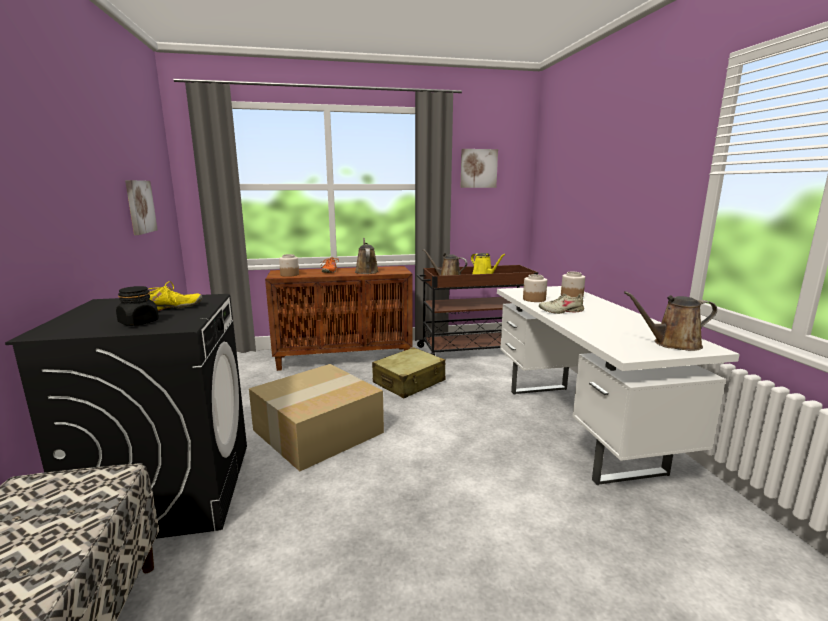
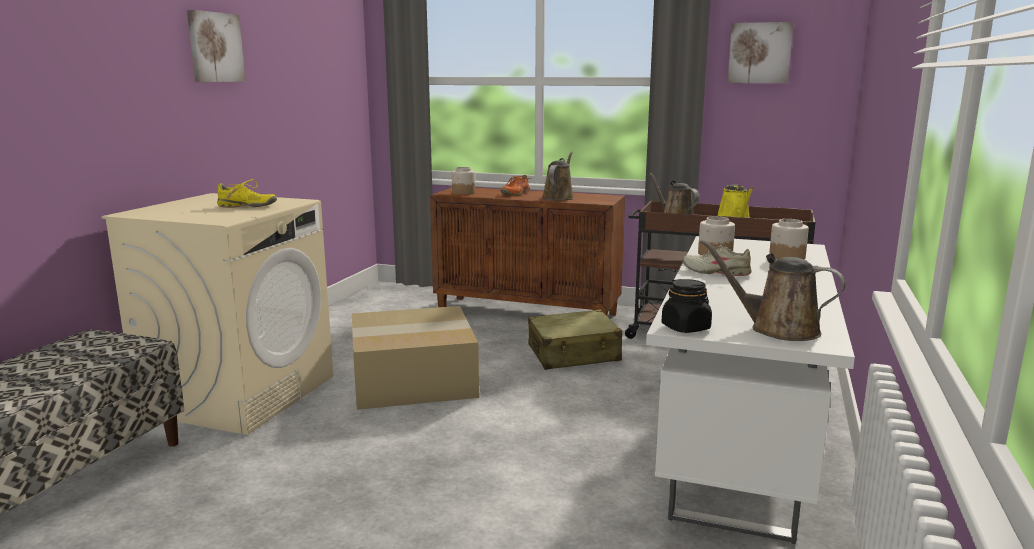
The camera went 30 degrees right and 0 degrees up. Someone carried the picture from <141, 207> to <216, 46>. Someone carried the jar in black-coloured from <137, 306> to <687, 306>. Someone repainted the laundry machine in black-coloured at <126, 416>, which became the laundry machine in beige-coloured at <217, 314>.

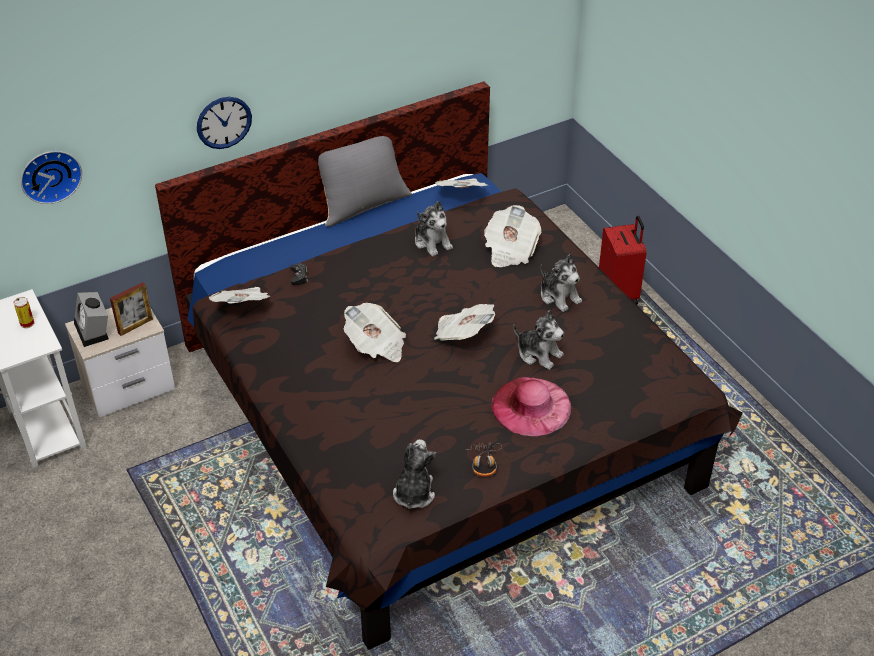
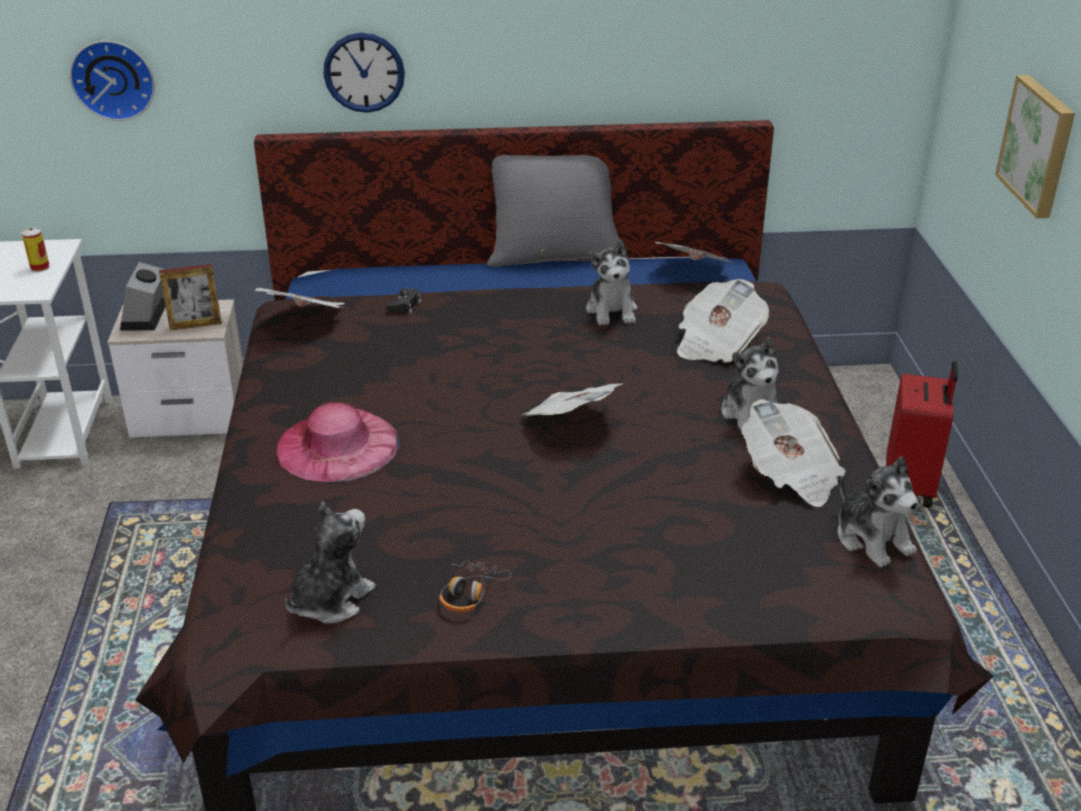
The camera went 25 degrees right and 10 degrees down. Someone carried the printed paper from <375, 332> to <794, 453>. Someone carried the plush toy from <538, 340> to <878, 512>. Someone carried the clothing hat in pink from <531, 406> to <338, 442>. Someone put up the picture at <1035, 146>.

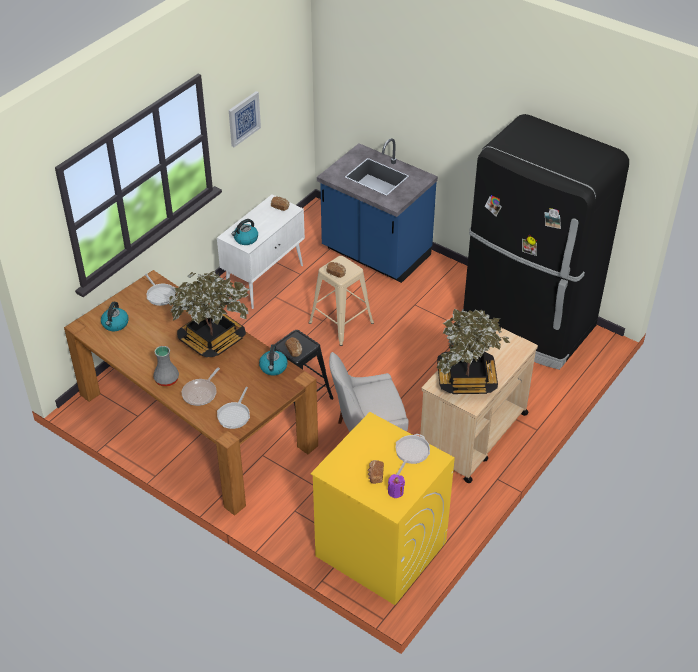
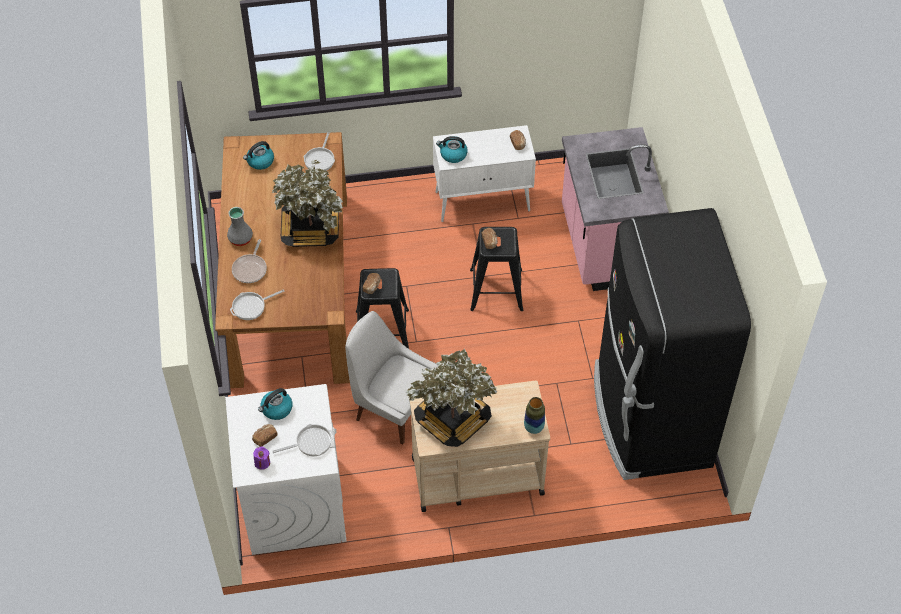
The camera went 45 degrees right and 10 degrees up. Someone took away the picture at <245, 119>. Someone repainted the kitchen base unit in bluish at <377, 210>, which became the kitchen base unit in pink at <615, 209>. Someone repainted the stool seat in beige-coloured at <341, 301>, which became the stool seat in black-coloured at <496, 269>. Someone carried the kettle from <273, 360> to <275, 404>. Someone rotated the skillet at <201, 387> by 60 degrees counterclockwise. Someone repainted the laundry machine in yellow-coloured at <382, 508>, which became the laundry machine in whitish at <285, 469>. Someone put down the flower vase at <534, 415>.

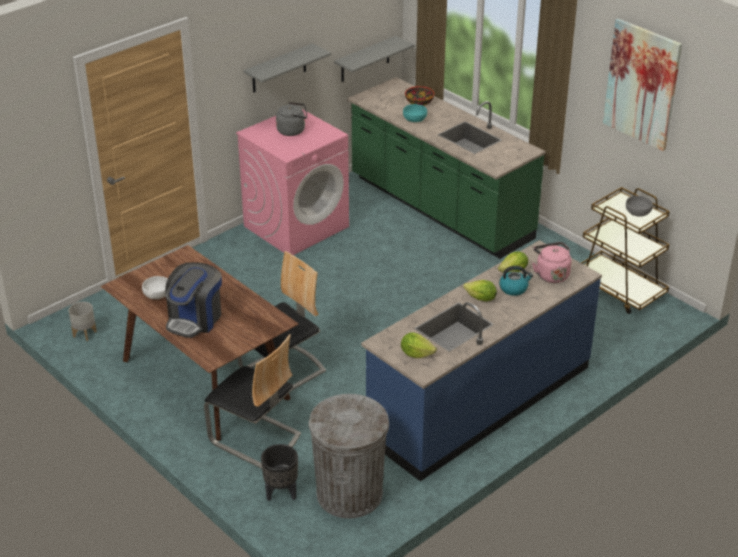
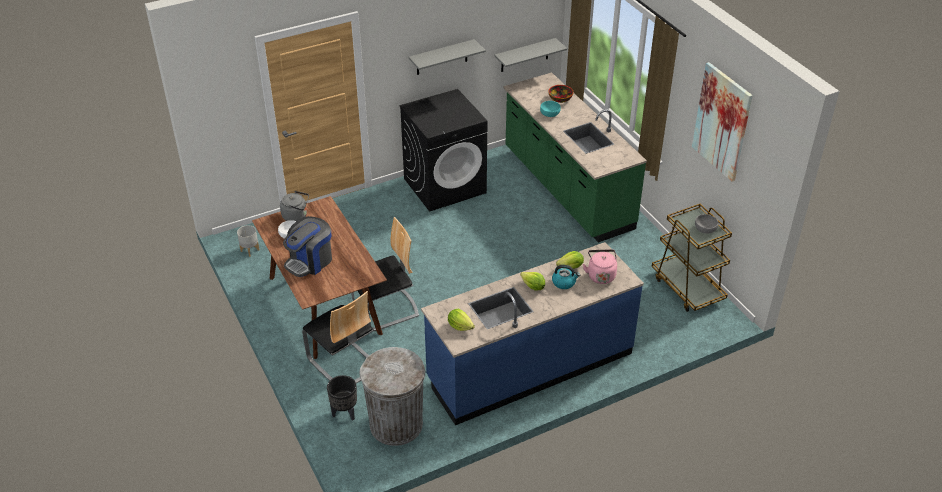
The camera went 15 degrees right and 5 degrees up. Someone carried the kettle in grey from <291, 119> to <294, 206>. Someone repainted the laundry machine in pink at <292, 182>, which became the laundry machine in black-coloured at <443, 150>.

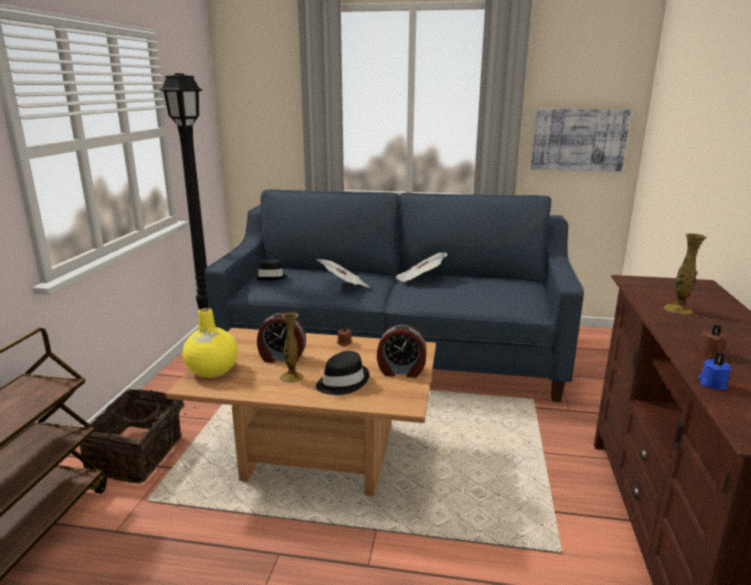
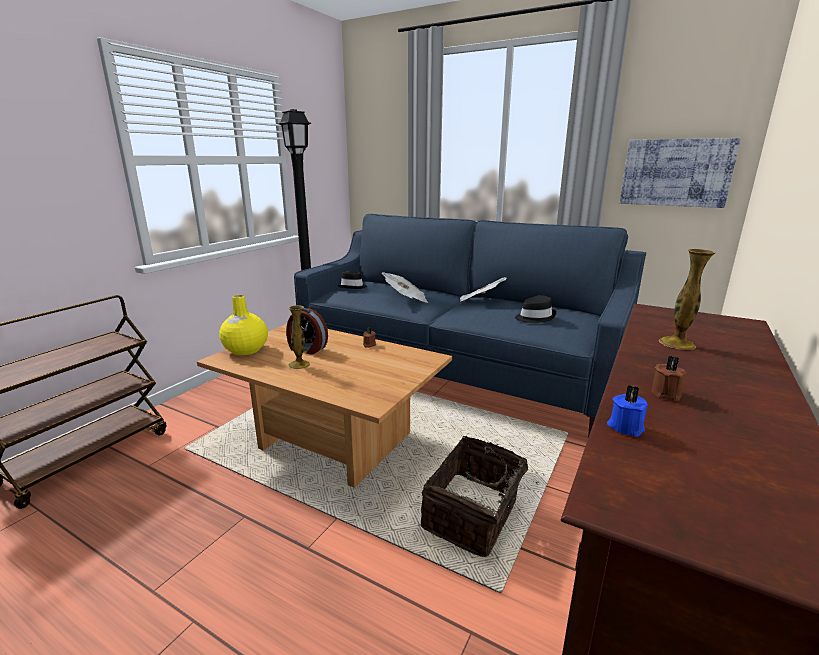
The camera went 20 degrees right and 0 degrees up. Someone took away the alarm clock at <401, 351>. Someone carried the clothing hat in black-coloured from <342, 373> to <535, 309>. Someone carried the basket from <137, 436> to <482, 496>.

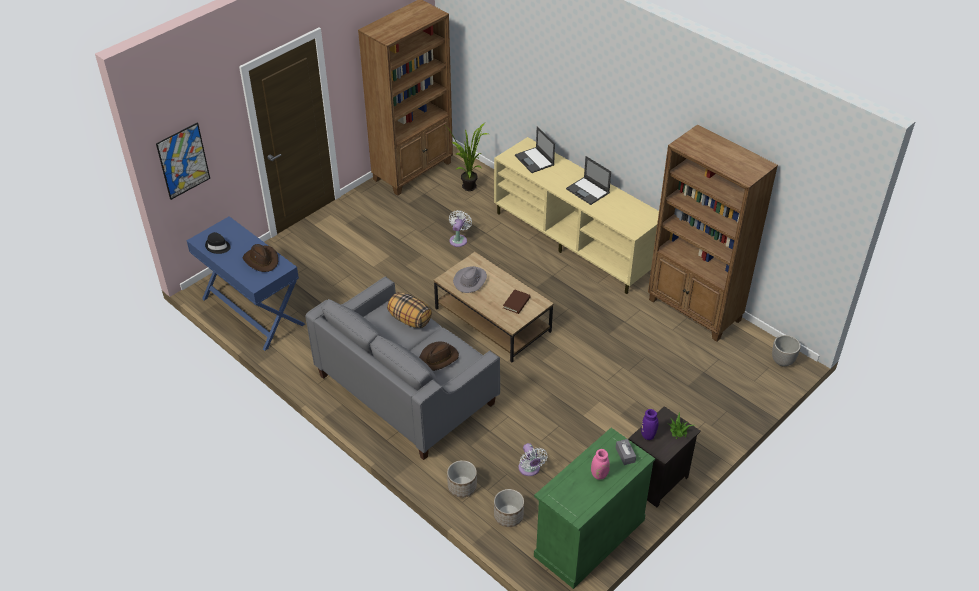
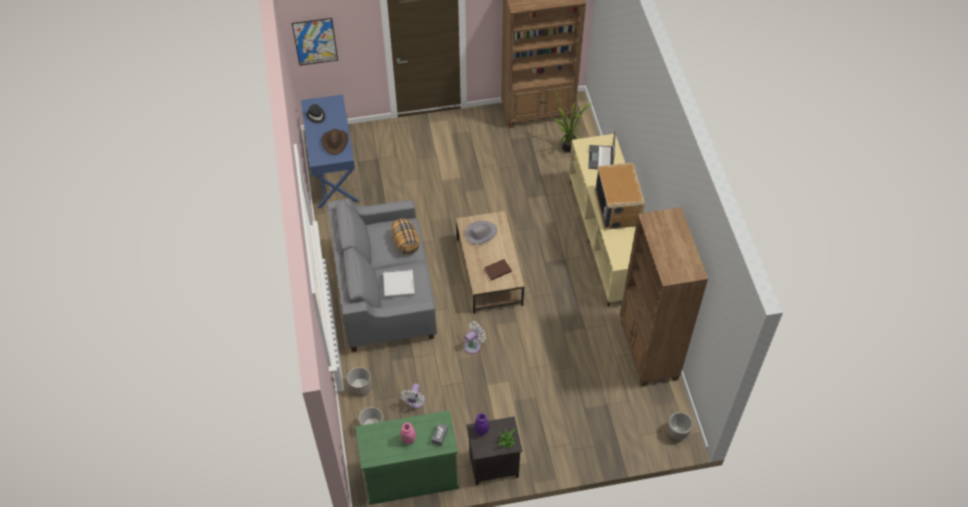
The camera went 35 degrees right and 10 degrees up. Someone swapped the portable computer at <588, 180> for the television at <619, 196>. Someone carried the electric fan in whitish from <460, 228> to <475, 337>. Someone swapped the clothing hat in brown at <439, 356> for the serving tray in whitish at <399, 283>.

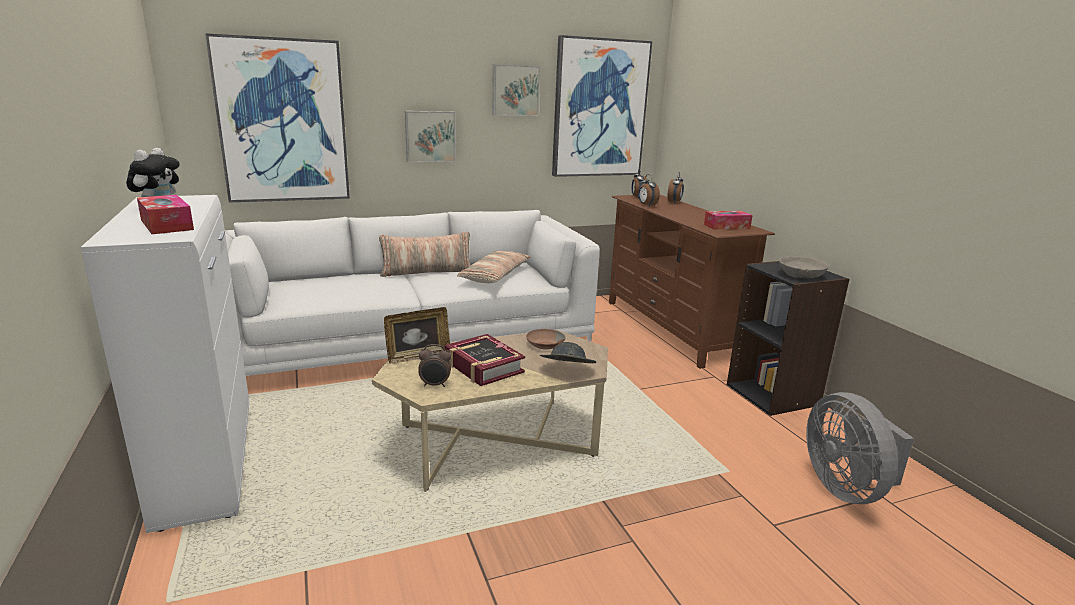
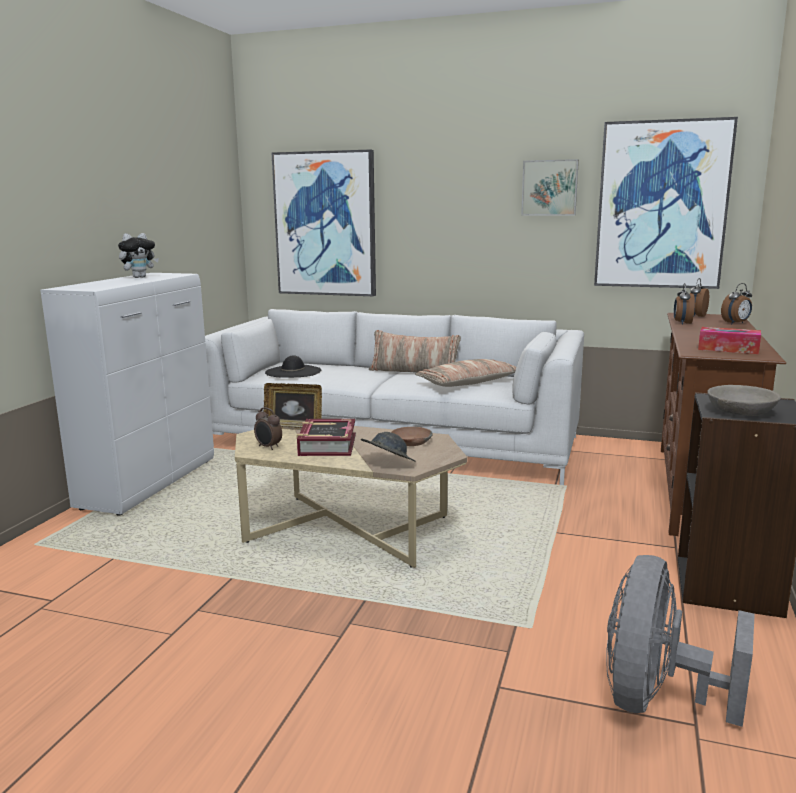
The camera went 40 degrees right and 5 degrees down. Someone took away the picture at <430, 136>. Someone took away the box of tissues at <165, 214>. Someone put down the clothing hat in black-coloured at <293, 366>.

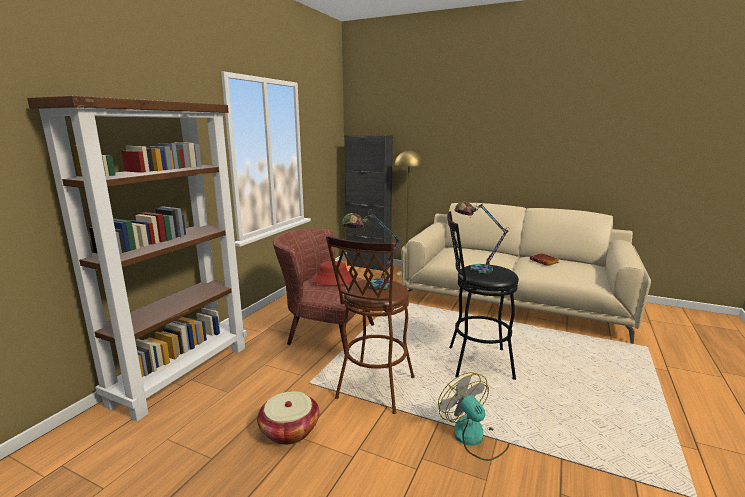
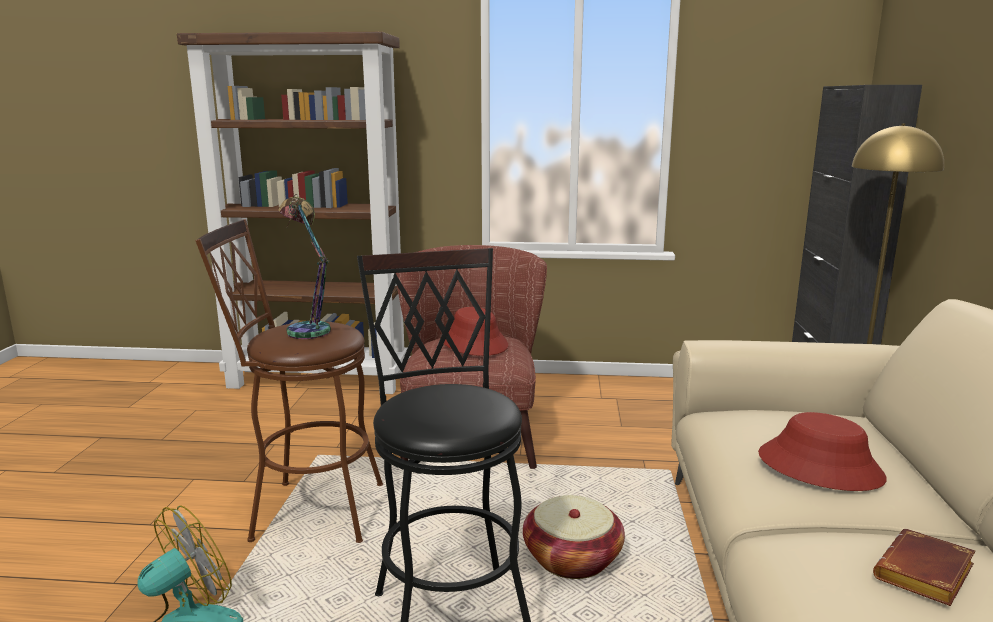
The camera went 70 degrees right and 0 degrees up. Someone took away the table lamp at <482, 237>. Someone carried the basket from <288, 418> to <574, 537>. Someone put down the clothing hat in red-coloured at <822, 451>.

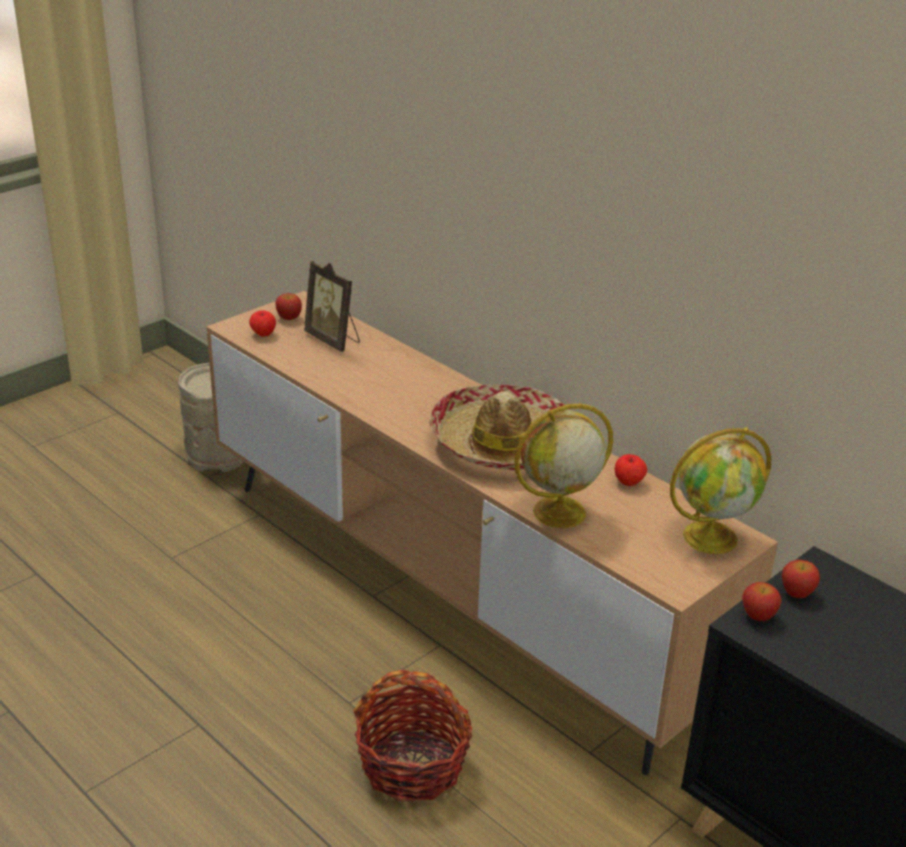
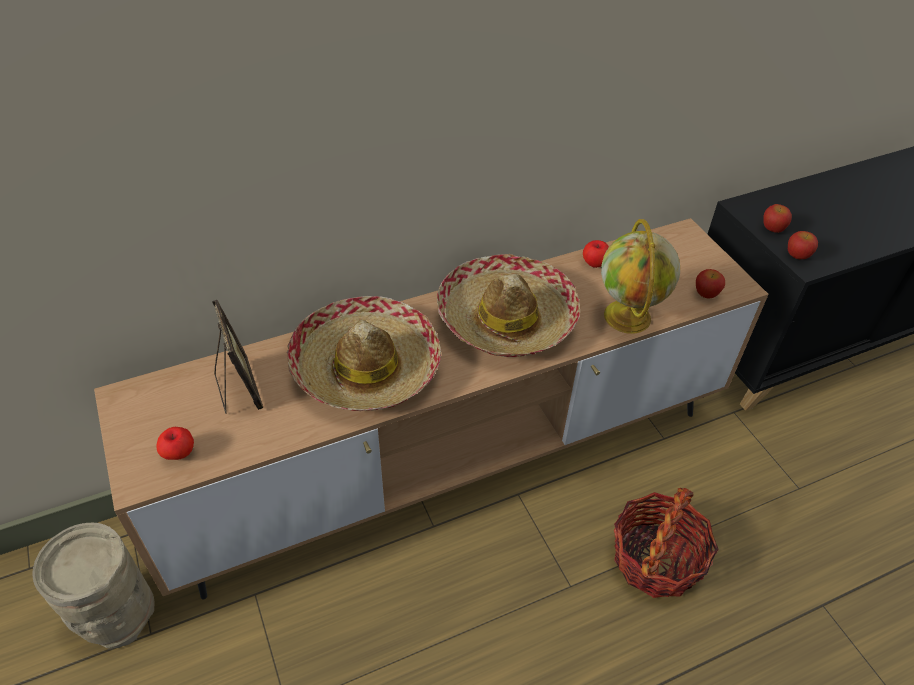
The camera went 70 degrees left and 15 degrees up. Someone rotated the standing frame at <332, 306> by 90 degrees counterclockwise. Someone carried the apple fruit from <288, 306> to <710, 284>. Someone took away the desk globe at <721, 490>. Someone put down the clothing hat at <364, 353>.

